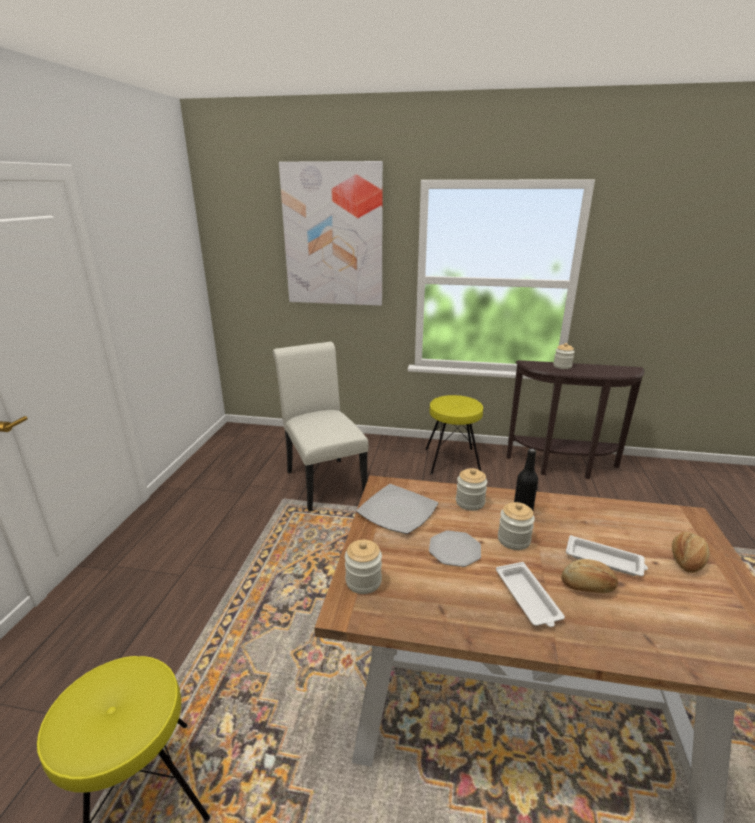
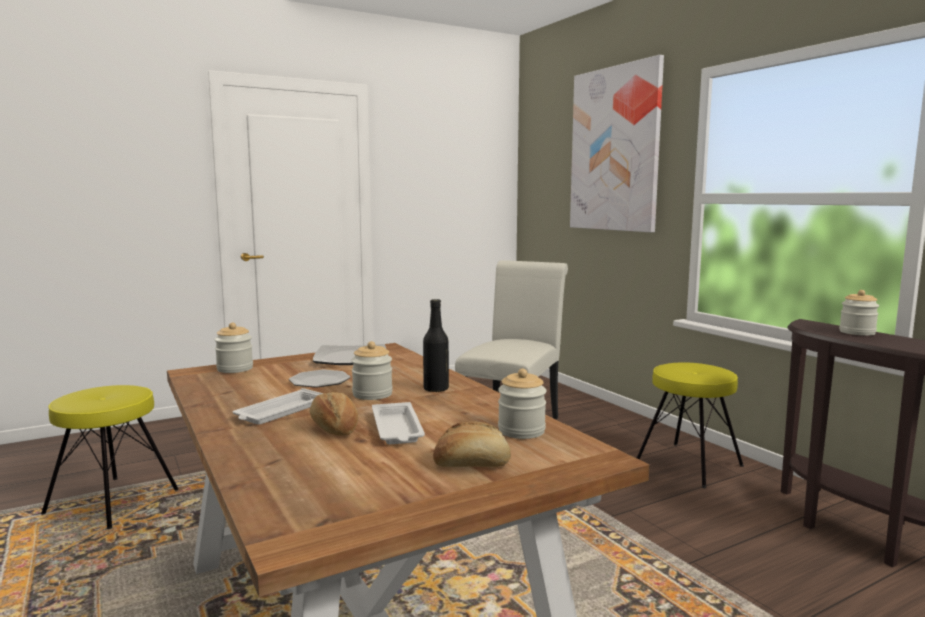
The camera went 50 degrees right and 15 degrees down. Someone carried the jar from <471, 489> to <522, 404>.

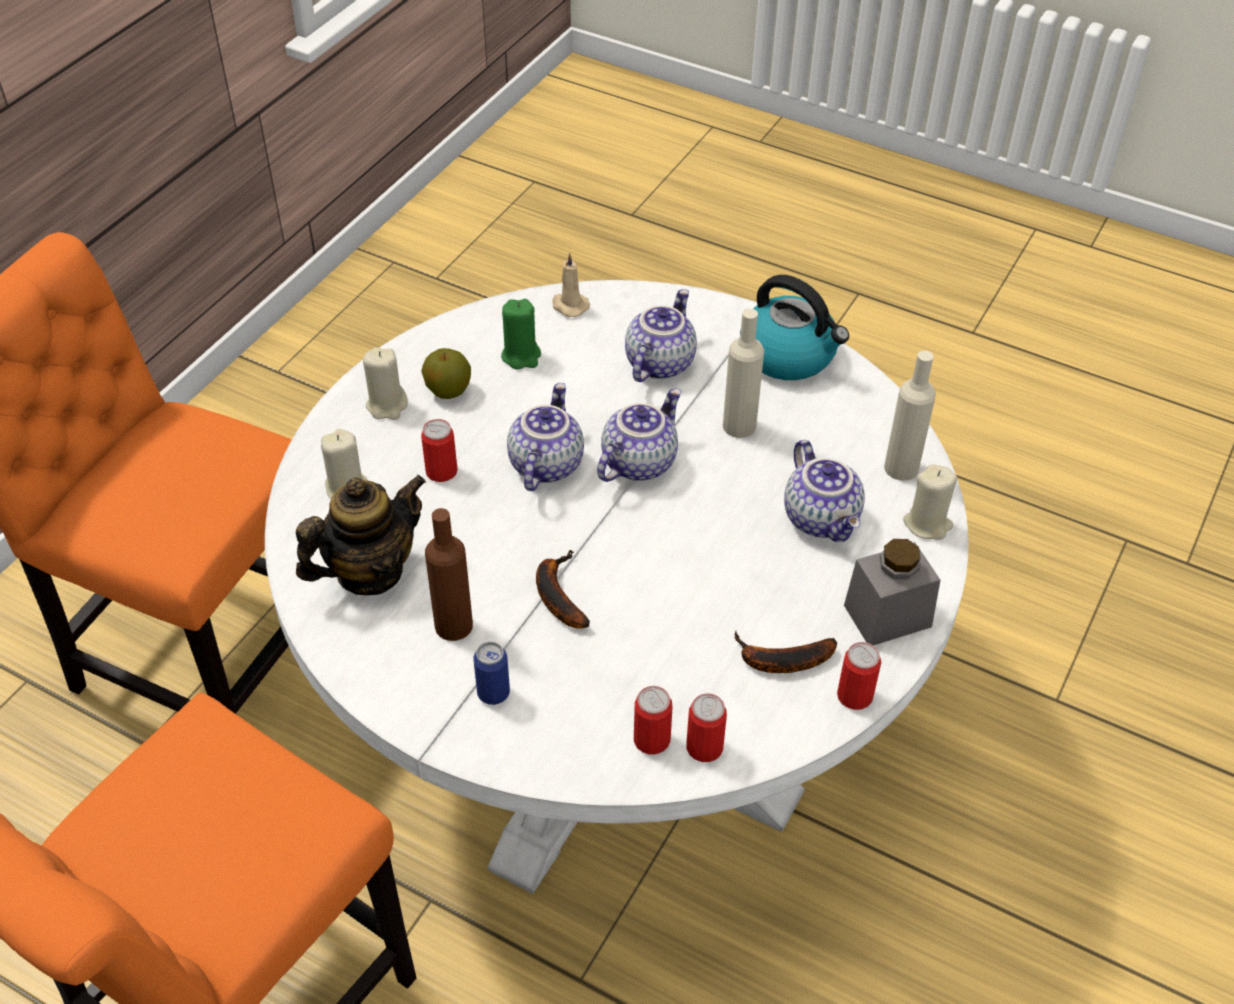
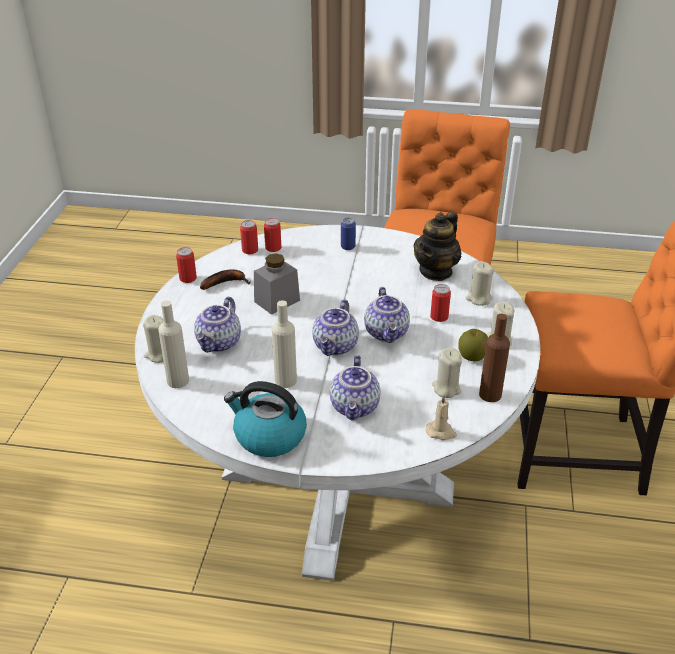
The camera went 160 degrees right and 10 degrees down. Someone repainted the candle in green at <521, 334>, which became the candle in beige-coloured at <447, 373>. Someone rotated the pot for tea at <824, 491> by 120 degrees counterclockwise. Someone carried the bottle in brown from <449, 574> to <494, 358>. Someone carried the jar in grey from <892, 592> to <277, 284>. Someone took away the banana at <563, 589>.

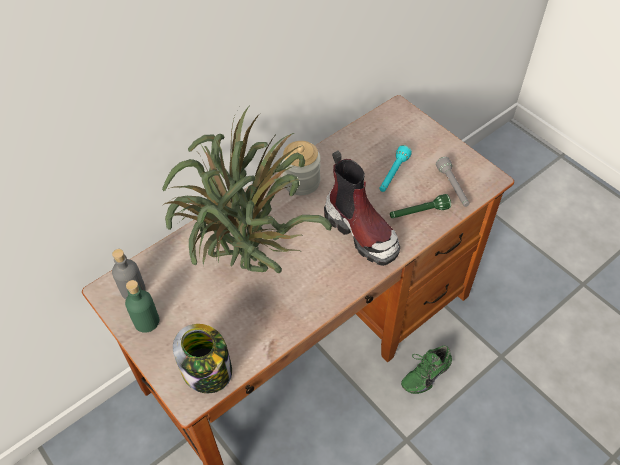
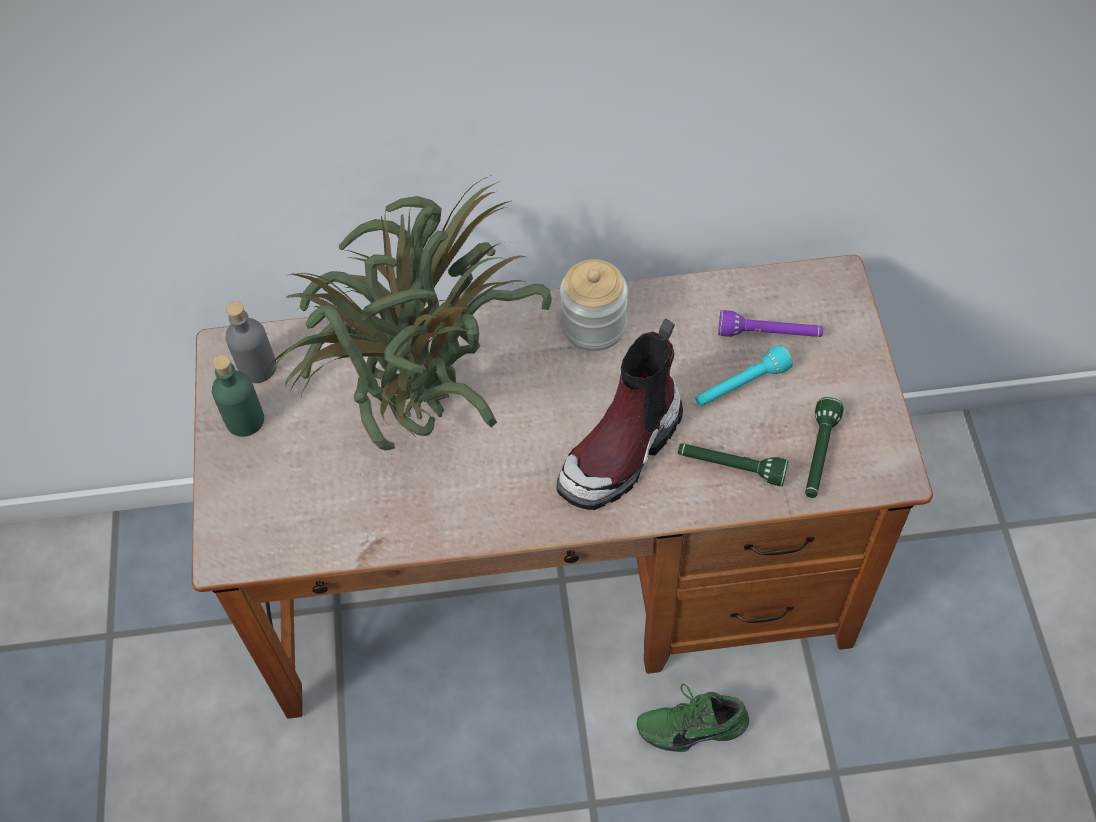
The camera went 35 degrees right and 5 degrees up. Someone rotated the boot at <362, 208> by 45 degrees clockwise. Someone repainted the torch in grey at <452, 182>, which became the torch in green at <824, 447>. Someone took away the jar at <202, 359>. Someone put down the torch in purplish at <770, 323>.

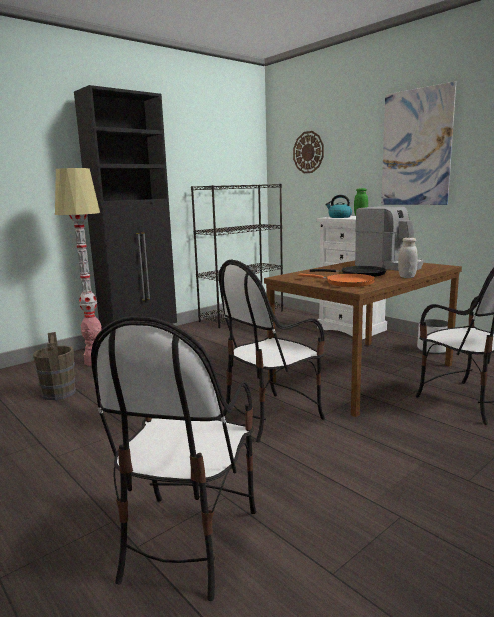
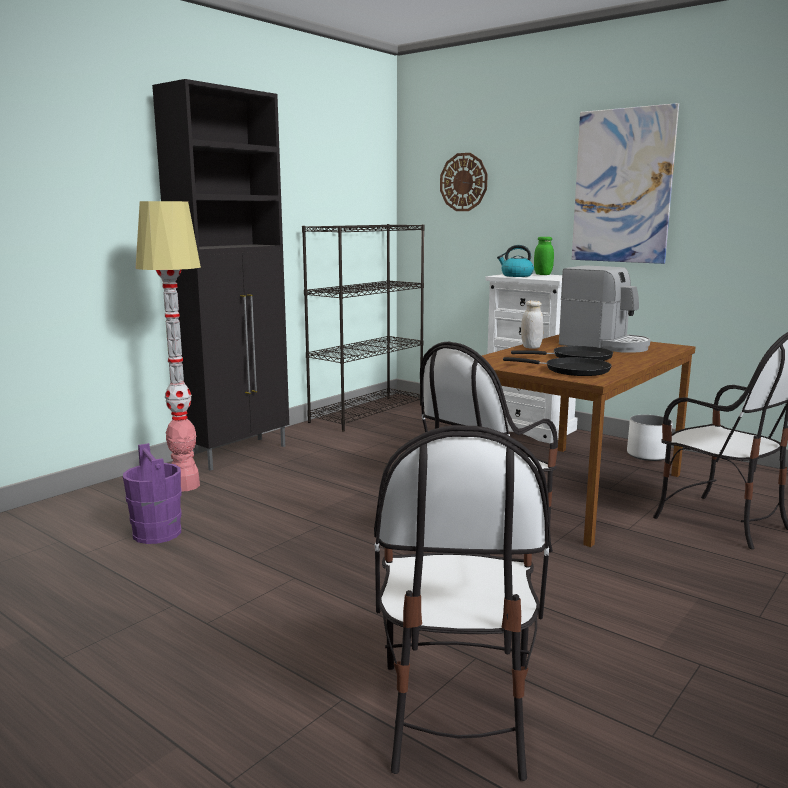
The camera went 10 degrees left and 0 degrees up. Someone carried the jar in whitish from <408, 257> to <532, 325>. Someone repainted the skillet in orangey at <336, 280>, which became the skillet in black-coloured at <557, 366>. Someone repainted the water bucket in brown at <54, 366>, which became the water bucket in purplish at <152, 493>.

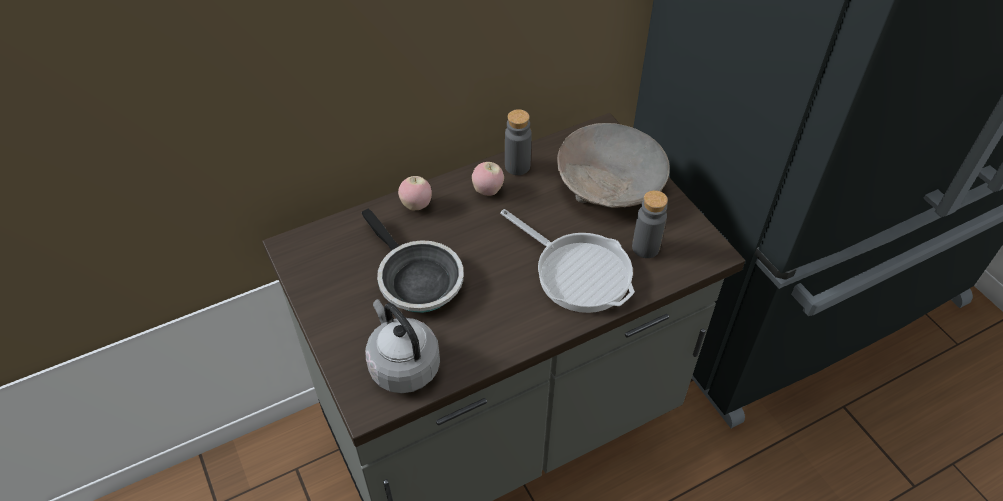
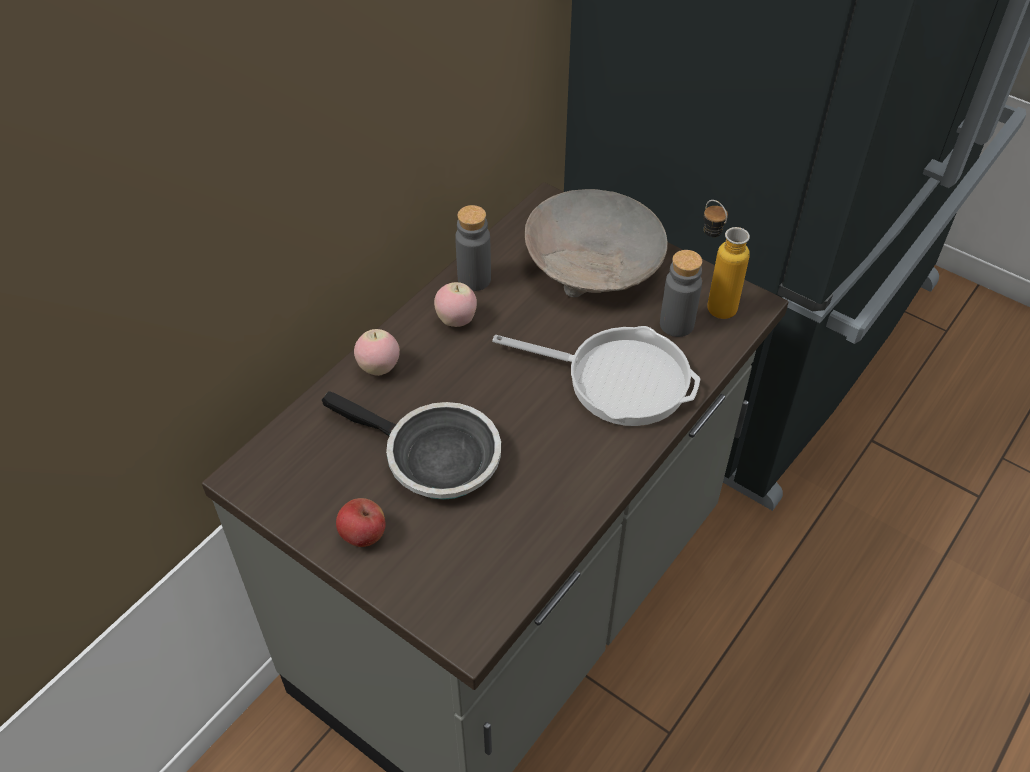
The camera went 25 degrees left and 0 degrees up. Someone took away the kettle in grey at <402, 346>. Someone put down the bottle at <726, 259>. Someone put down the apple fruit at <361, 522>.

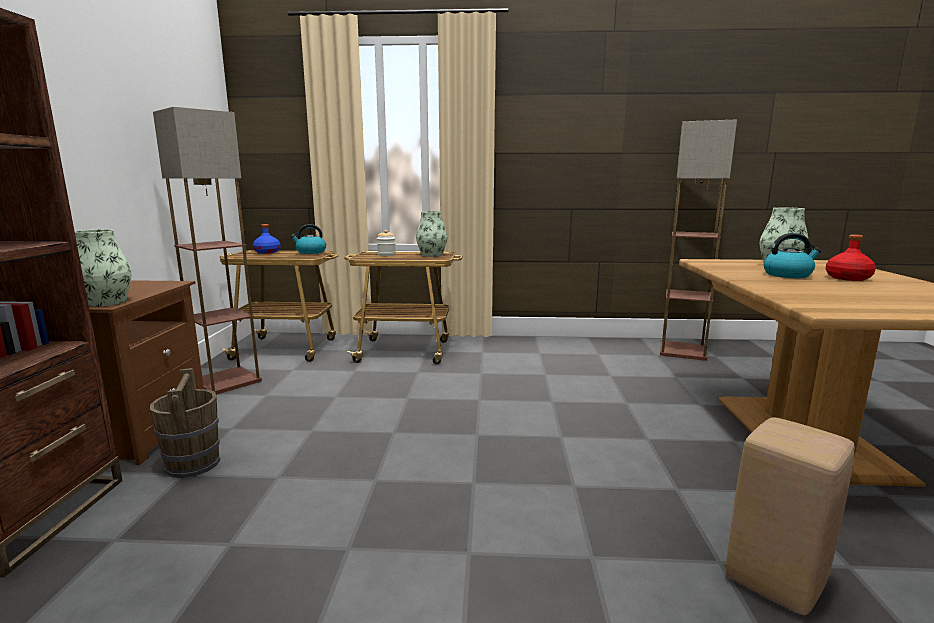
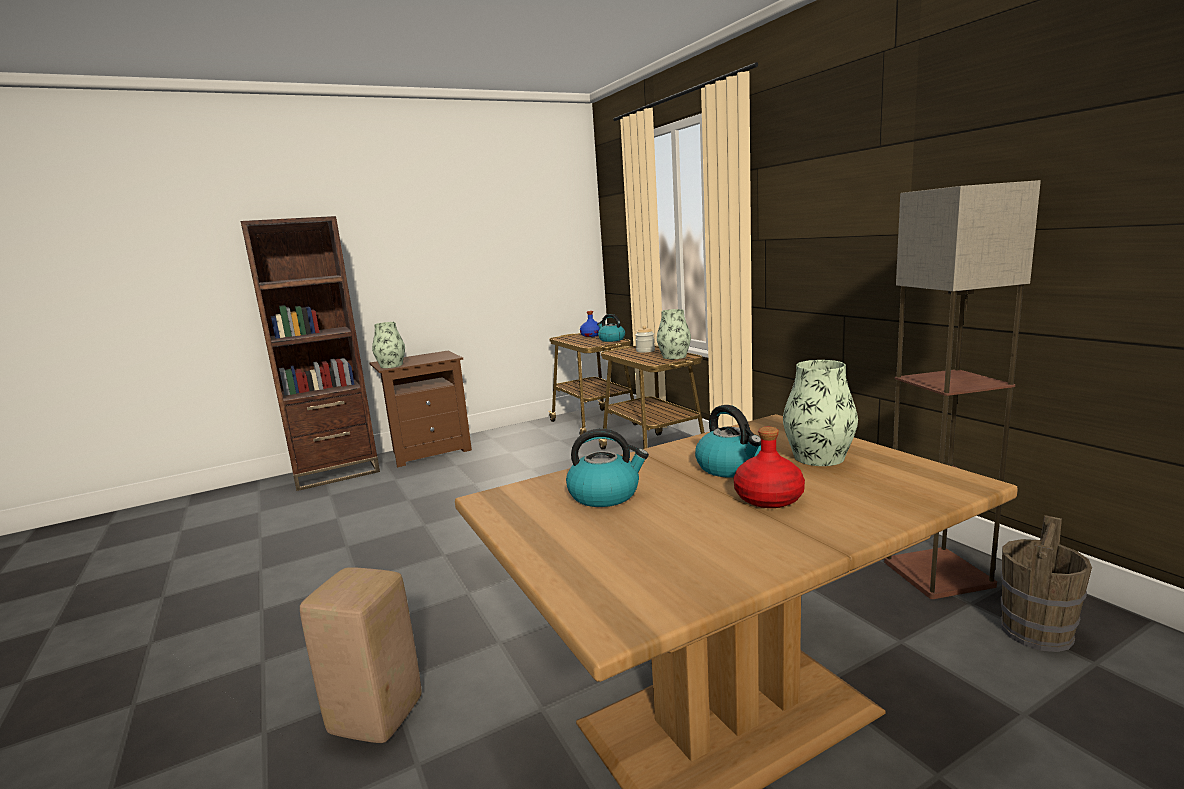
The camera went 60 degrees right and 0 degrees up. Someone took away the standard lamp at <207, 251>. Someone carried the water bucket in brown from <185, 423> to <1046, 583>. Someone put down the kettle at <607, 468>.

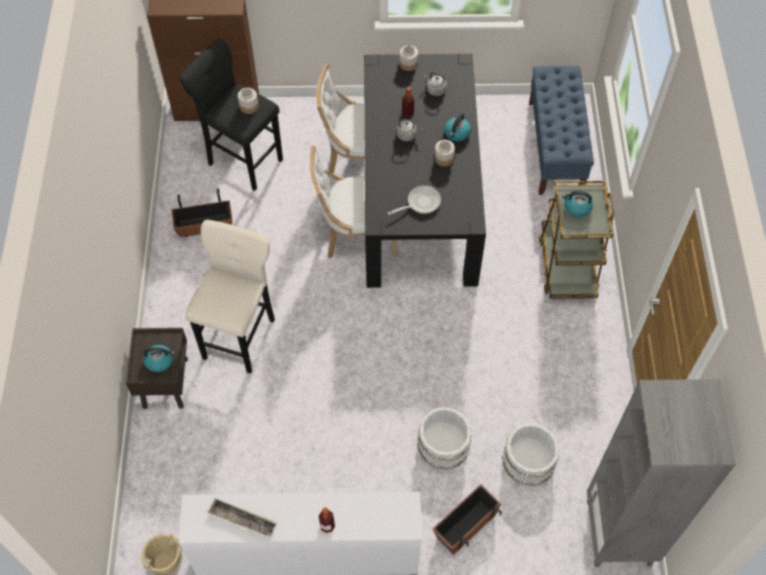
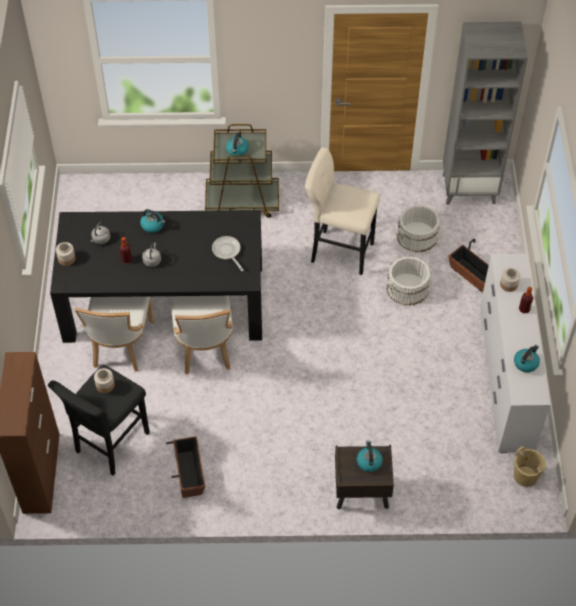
The camera went 90 degrees left and 5 degrees down. Someone took away the indoor bench in bluish at <561, 130>. Someone carried the jar from <444, 153> to <510, 280>. Someone carried the stool seat in beige-coloured from <230, 297> to <342, 211>. Someone swapped the serving tray at <242, 517> for the kettle at <527, 358>.

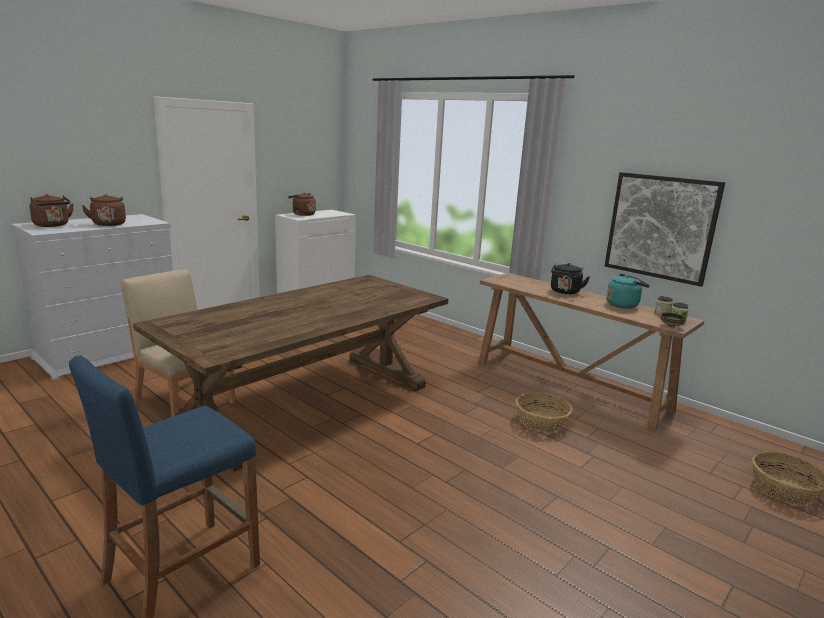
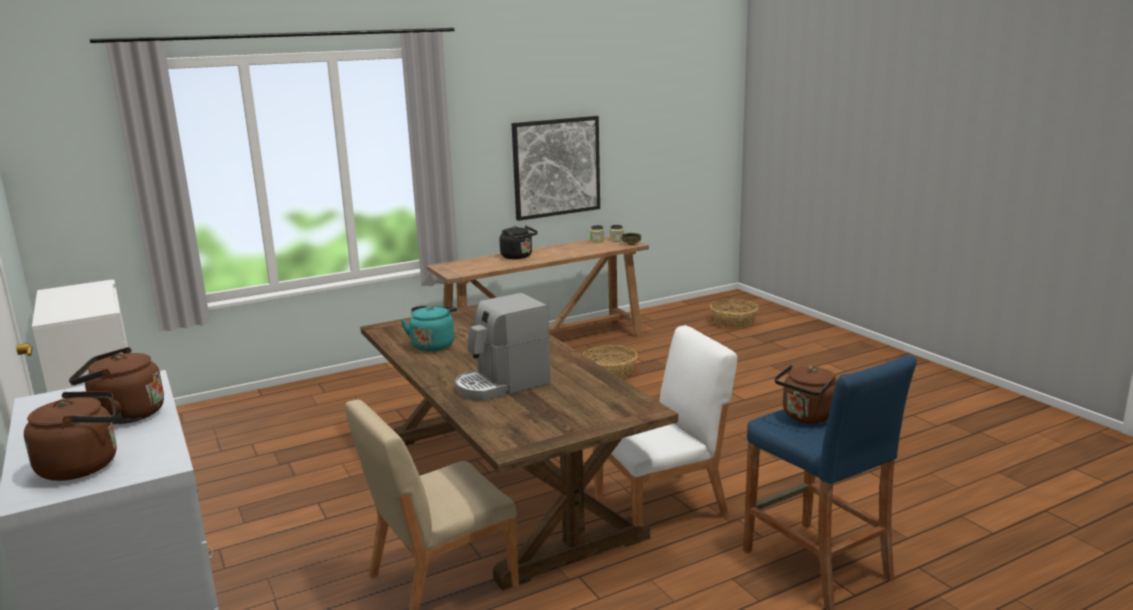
The camera went 70 degrees left and 0 degrees up. Someone carried the kettle in brown from <302, 204> to <805, 394>. Someone carried the kettle in turquoise-coloured from <628, 291> to <429, 328>. Someone put down the coffee brewer at <503, 347>. Someone put down the plain chair in whitish at <665, 426>.

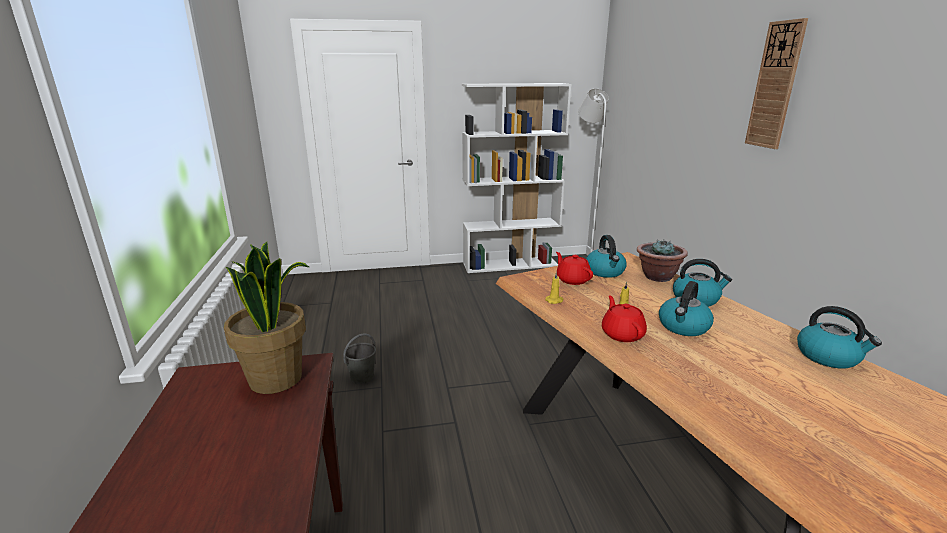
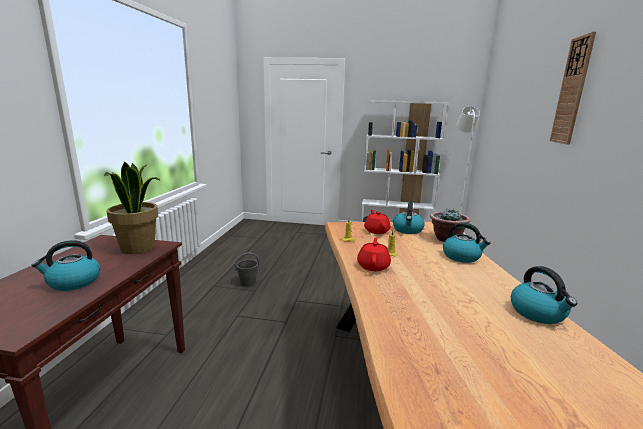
The camera went 20 degrees right and 5 degrees down. Someone carried the kettle from <686, 308> to <65, 265>.

